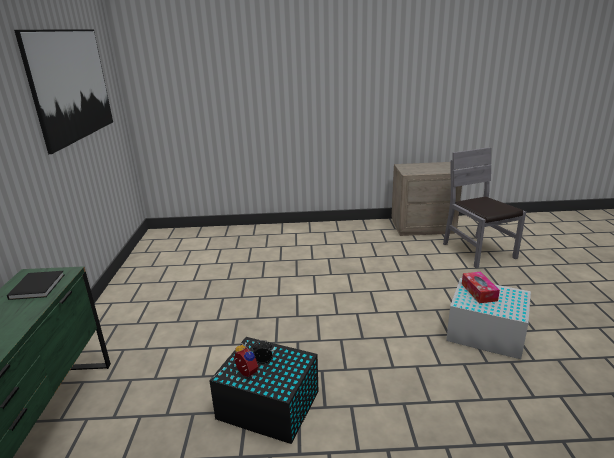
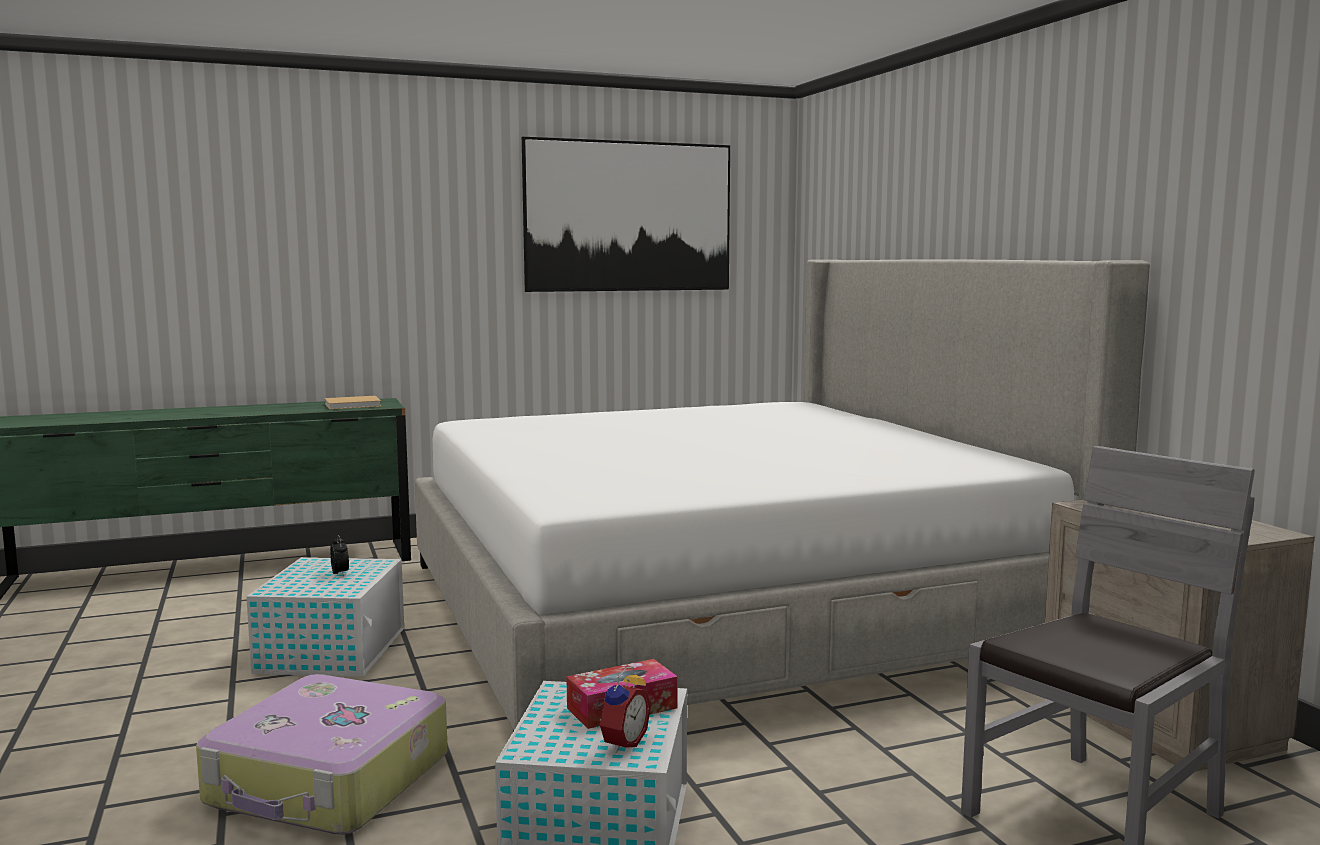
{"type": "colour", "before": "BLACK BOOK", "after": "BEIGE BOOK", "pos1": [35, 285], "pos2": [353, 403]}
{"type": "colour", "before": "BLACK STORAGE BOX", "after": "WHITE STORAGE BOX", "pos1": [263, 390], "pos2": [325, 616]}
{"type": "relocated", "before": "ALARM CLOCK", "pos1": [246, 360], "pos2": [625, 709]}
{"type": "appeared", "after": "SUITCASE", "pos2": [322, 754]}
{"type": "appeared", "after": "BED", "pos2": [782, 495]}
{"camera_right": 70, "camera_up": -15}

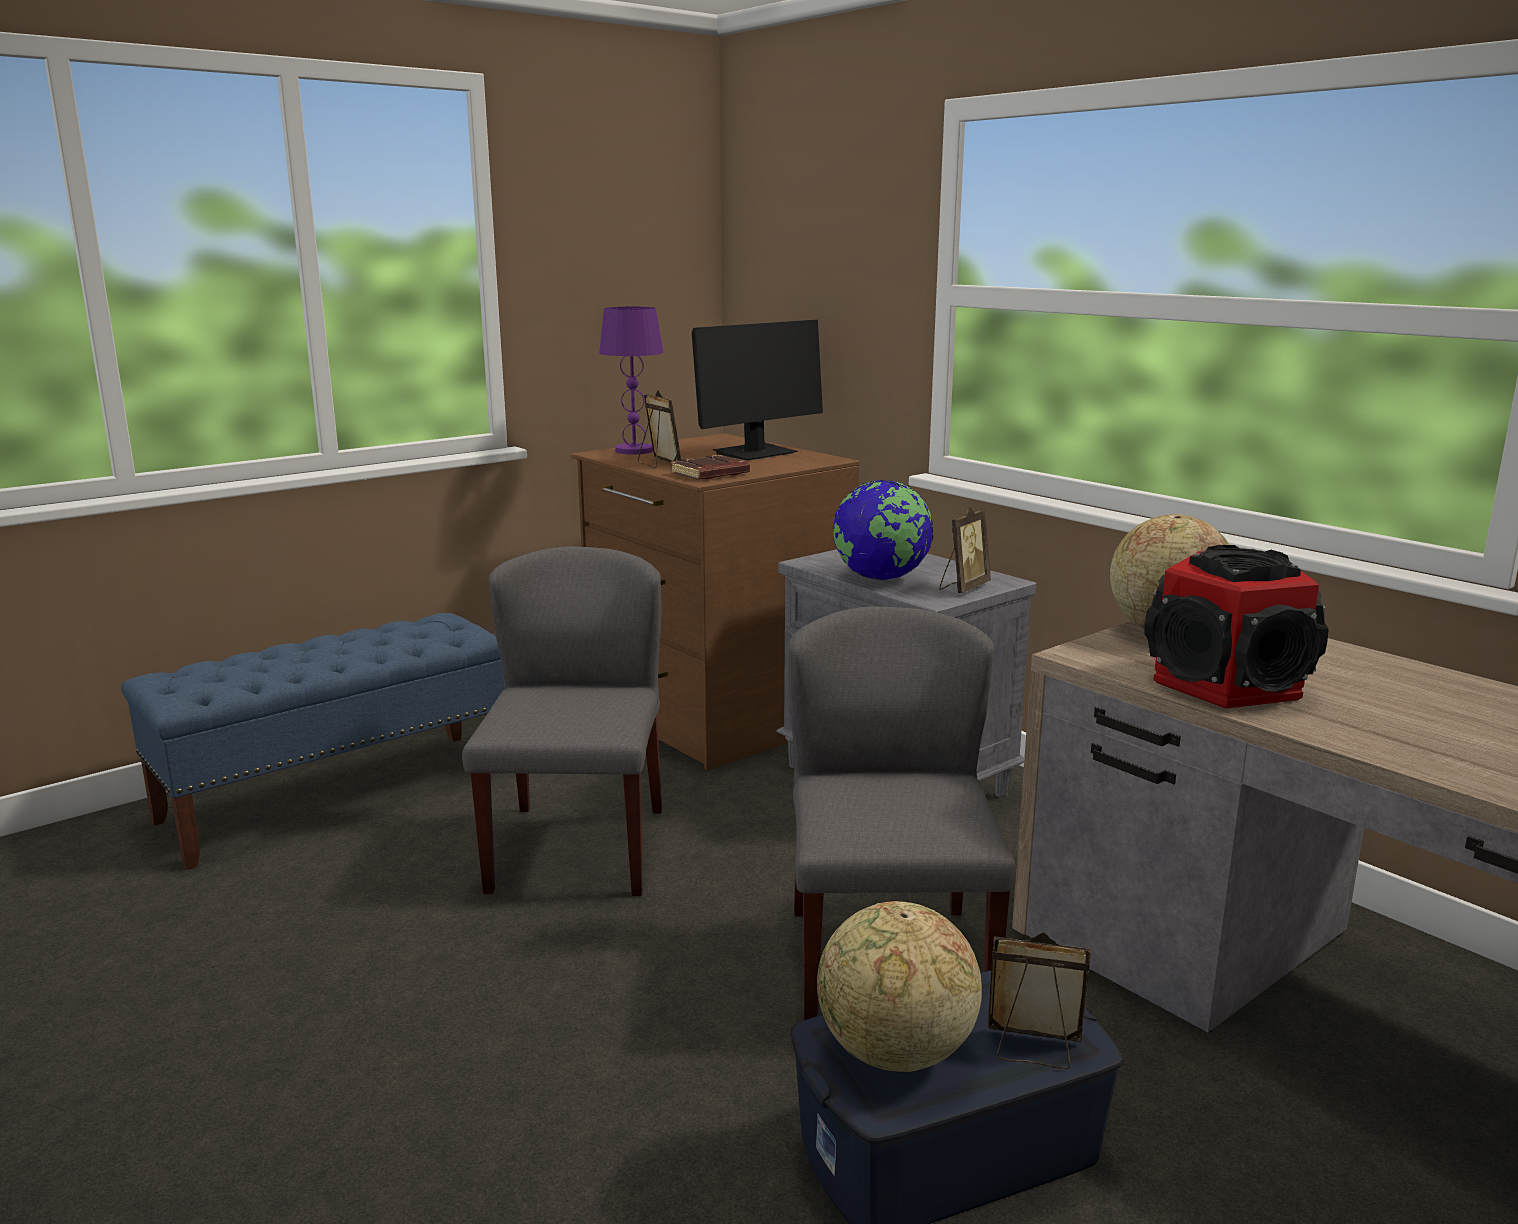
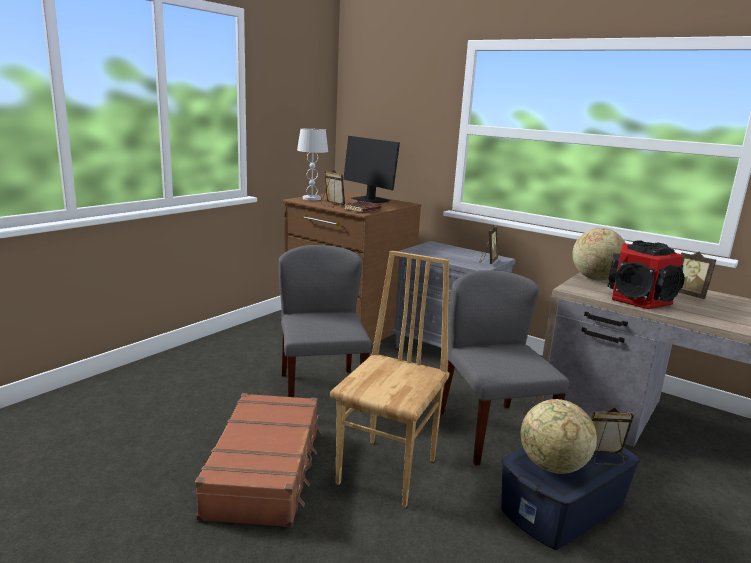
{"type": "missing", "before": "BLUE BENCH", "pos1": [313, 741]}
{"type": "colour", "before": "PURPLE TABLE LAMP", "after": "WHITE TABLE LAMP", "pos1": [631, 380], "pos2": [312, 164]}
{"type": "spun", "before": "MONITOR", "pos1": [757, 390], "pos2": [371, 169], "turn": 105}
{"type": "missing", "before": "GLOBE", "pos1": [883, 530]}
{"type": "appeared", "after": "BROWN SUITCASE", "pos2": [258, 460]}
{"type": "appeared", "after": "BROWN CHAIR", "pos2": [389, 379]}
{"type": "appeared", "after": "PICTURE FRAME", "pos2": [697, 275]}
{"camera_right": -15, "camera_up": 0}

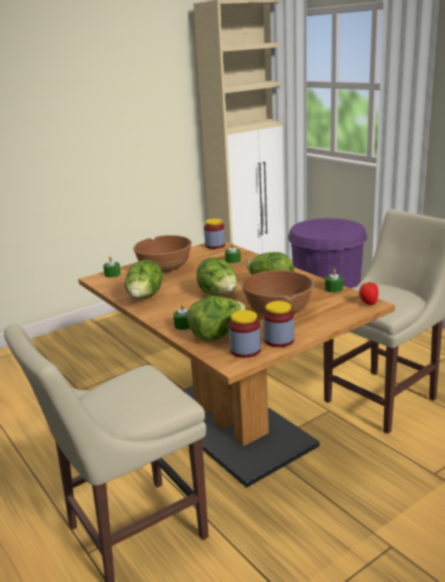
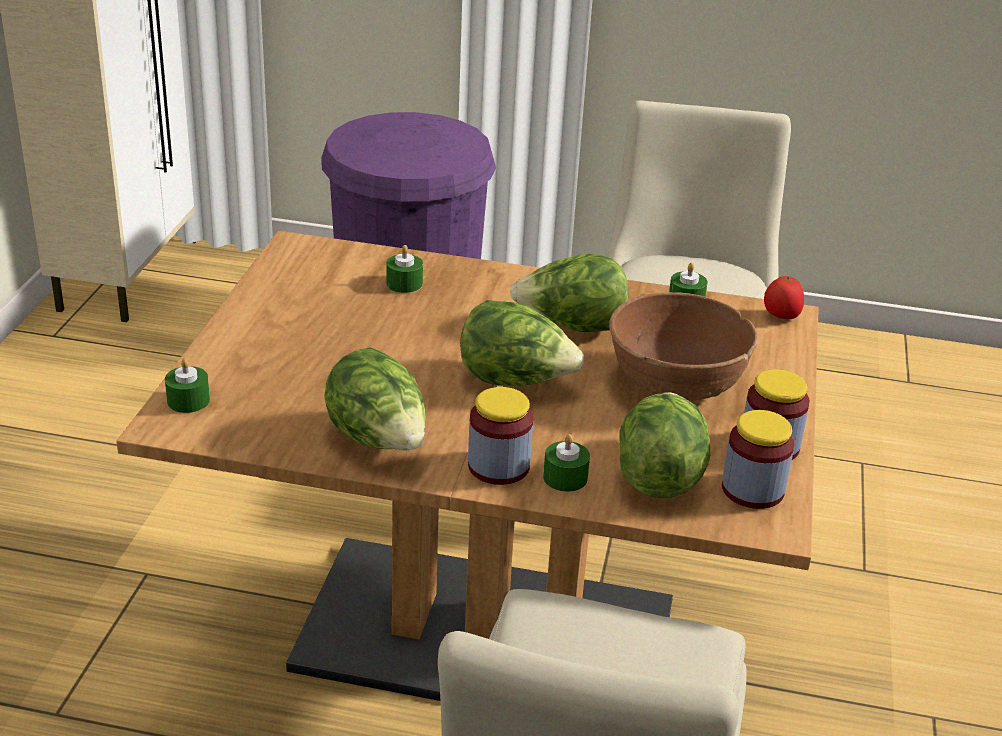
{"type": "missing", "before": "BROWN BOWL", "pos1": [162, 254]}
{"type": "relocated", "before": "JAR", "pos1": [214, 233], "pos2": [500, 436]}
{"camera_right": -45, "camera_up": 10}

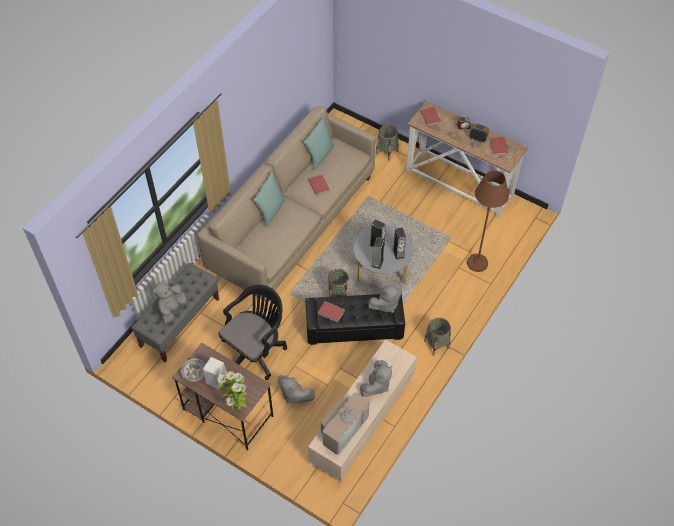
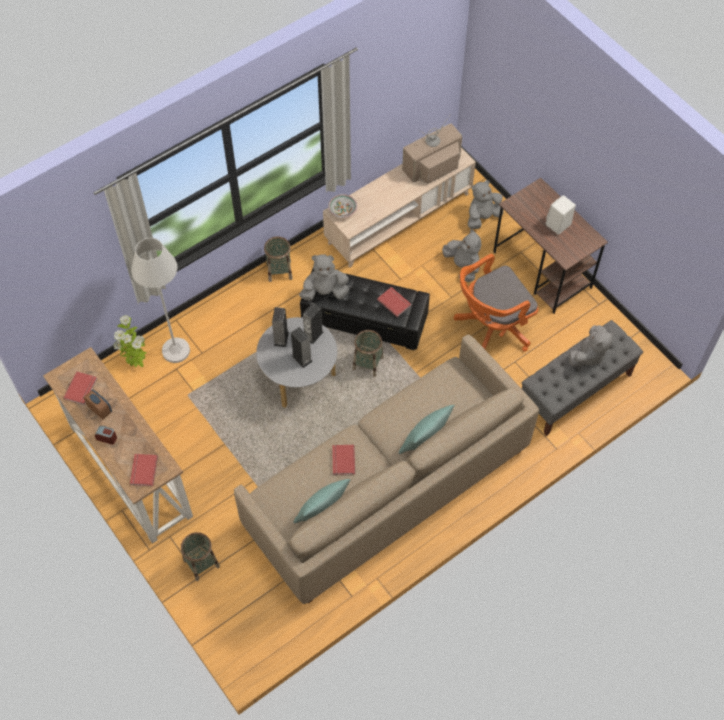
{"type": "relocated", "before": "BOWL", "pos1": [193, 369], "pos2": [342, 206]}
{"type": "relocated", "before": "POTTED PLANT", "pos1": [232, 390], "pos2": [129, 341]}
{"type": "colour", "before": "BLACK OFFICE CHAIR", "after": "ORANGE OFFICE CHAIR", "pos1": [253, 332], "pos2": [496, 303]}
{"type": "relocated", "before": "GREY PLUSH TOY", "pos1": [376, 378], "pos2": [485, 204]}
{"type": "colour", "before": "BROWN FLOOR LAMP", "after": "WHITE FLOOR LAMP", "pos1": [488, 221], "pos2": [160, 300]}
{"camera_right": -160, "camera_up": 5}

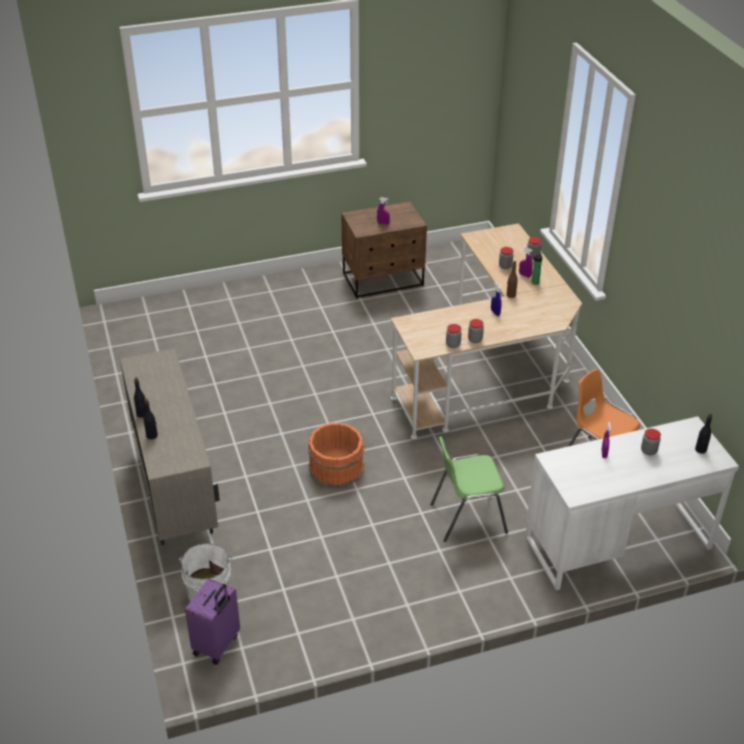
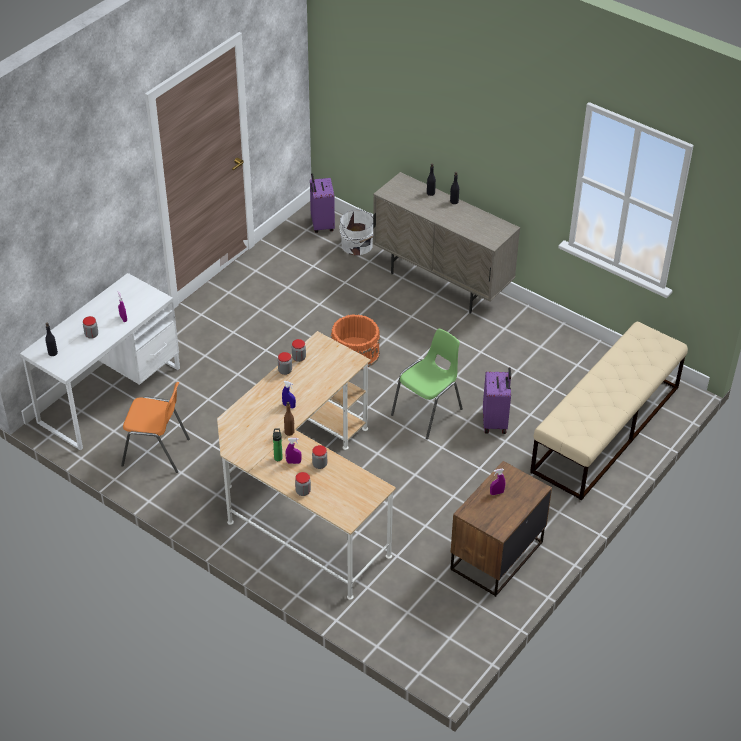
{"type": "relocated", "before": "GREEN CHAIR", "pos1": [469, 489], "pos2": [427, 384]}
{"type": "appeared", "after": "PURPLE SUITCASE", "pos2": [497, 400]}
{"type": "appeared", "after": "BEIGE BENCH", "pos2": [609, 411]}
{"camera_right": 145, "camera_up": 5}

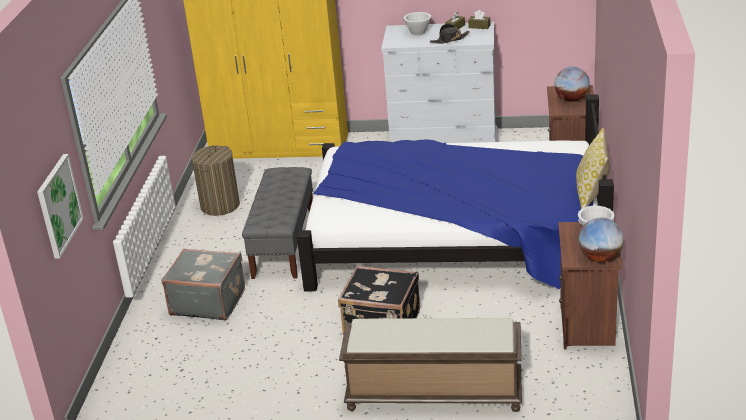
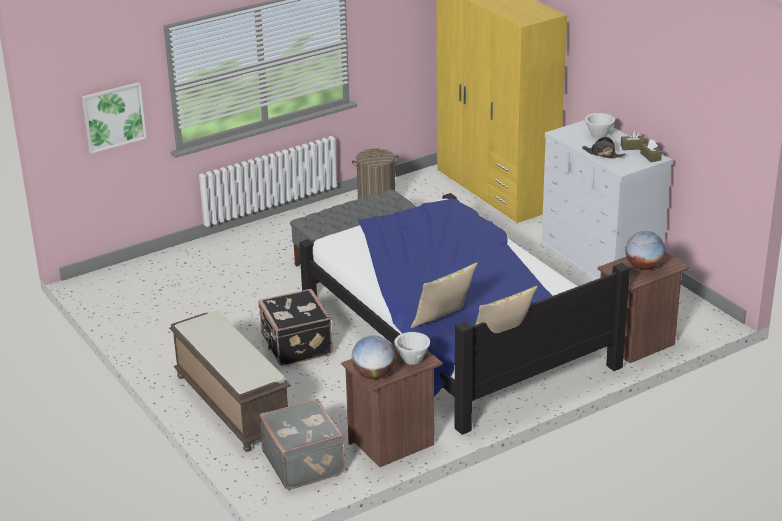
{"type": "relocated", "before": "GREY SUITCASE", "pos1": [203, 284], "pos2": [302, 444]}
{"type": "appeared", "after": "PILLOW", "pos2": [444, 295]}
{"camera_right": 50, "camera_up": 0}

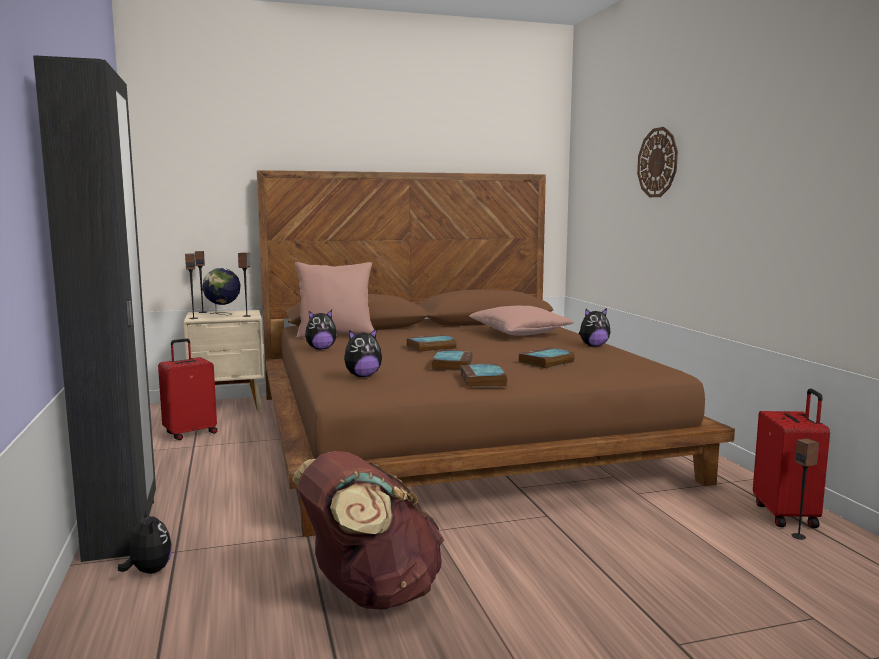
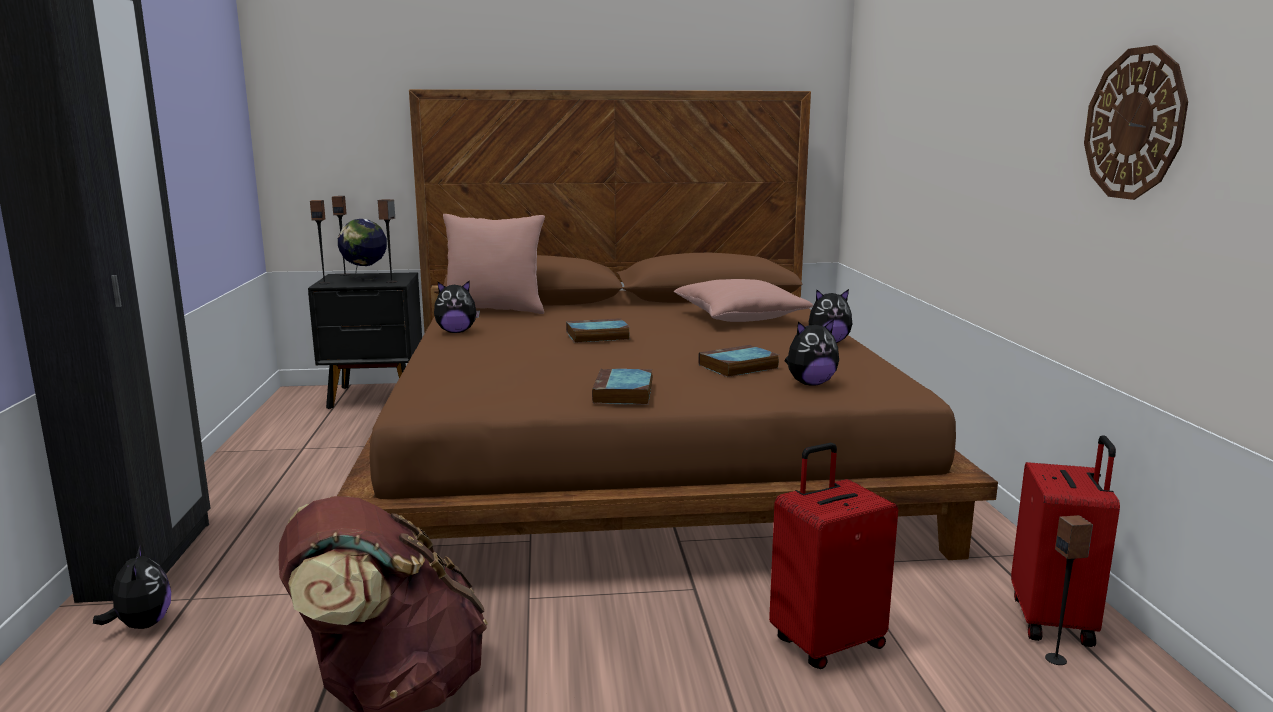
{"type": "relocated", "before": "RED SUITCASE", "pos1": [187, 389], "pos2": [833, 556]}
{"type": "colour", "before": "BEIGE NIGHTSTAND", "after": "BLACK NIGHTSTAND", "pos1": [224, 361], "pos2": [365, 340]}
{"type": "relocated", "before": "PLUSH TOY", "pos1": [363, 352], "pos2": [812, 352]}
{"type": "missing", "before": "BOOK", "pos1": [451, 360]}
{"type": "relocated", "before": "WALL CLOCK", "pos1": [657, 162], "pos2": [1136, 122]}
{"camera_right": 10, "camera_up": 5}

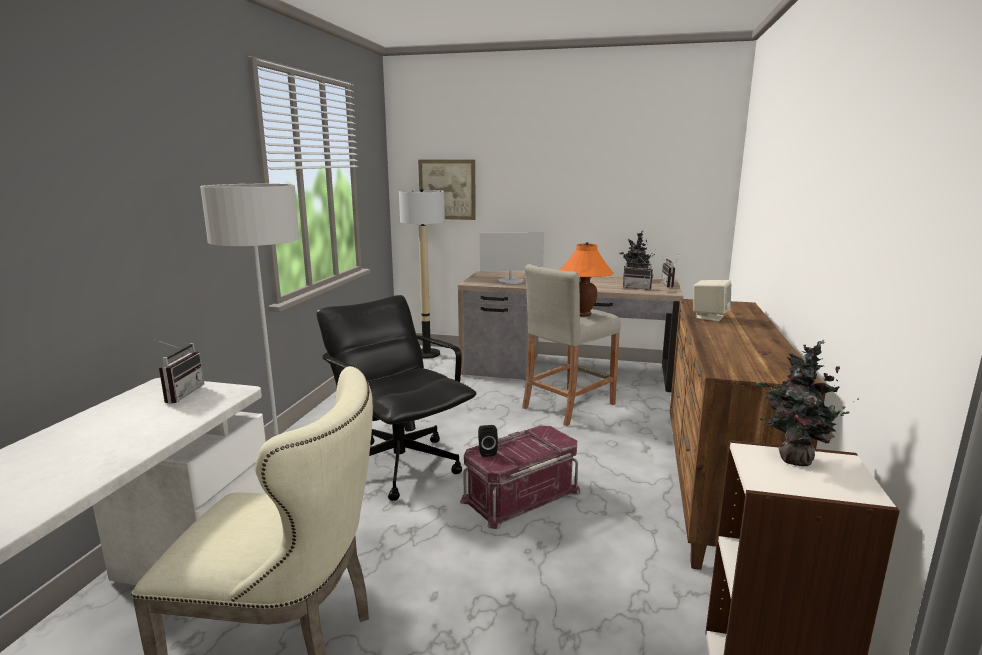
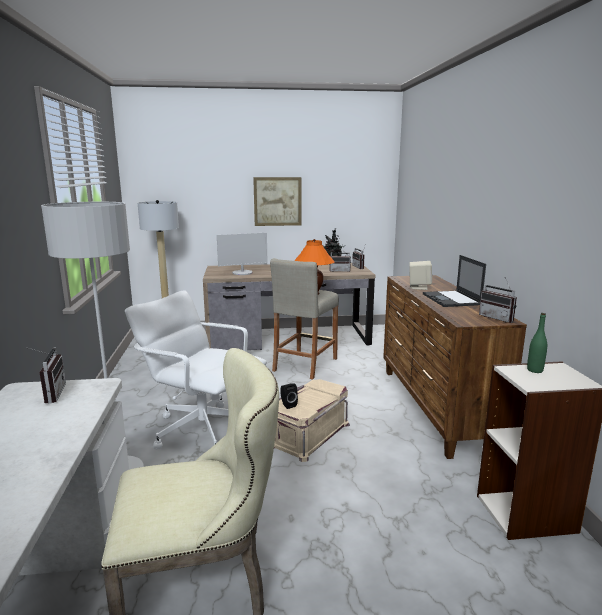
{"type": "colour", "before": "BLACK OFFICE CHAIR", "after": "WHITE OFFICE CHAIR", "pos1": [396, 398], "pos2": [196, 370]}
{"type": "relocated", "before": "PICTURE", "pos1": [447, 190], "pos2": [277, 201]}
{"type": "colour", "before": "RED STORAGE BOX", "after": "BEIGE STORAGE BOX", "pos1": [520, 477], "pos2": [312, 420]}
{"type": "exchanged", "before": "POTTED PLANT", "after": "GREEN BOTTLE", "pos1": [807, 403], "pos2": [537, 343]}
{"type": "appeared", "after": "LAPTOP", "pos2": [454, 281]}
{"type": "appeared", "after": "RADIO", "pos2": [498, 300]}
{"camera_right": -20, "camera_up": 0}

